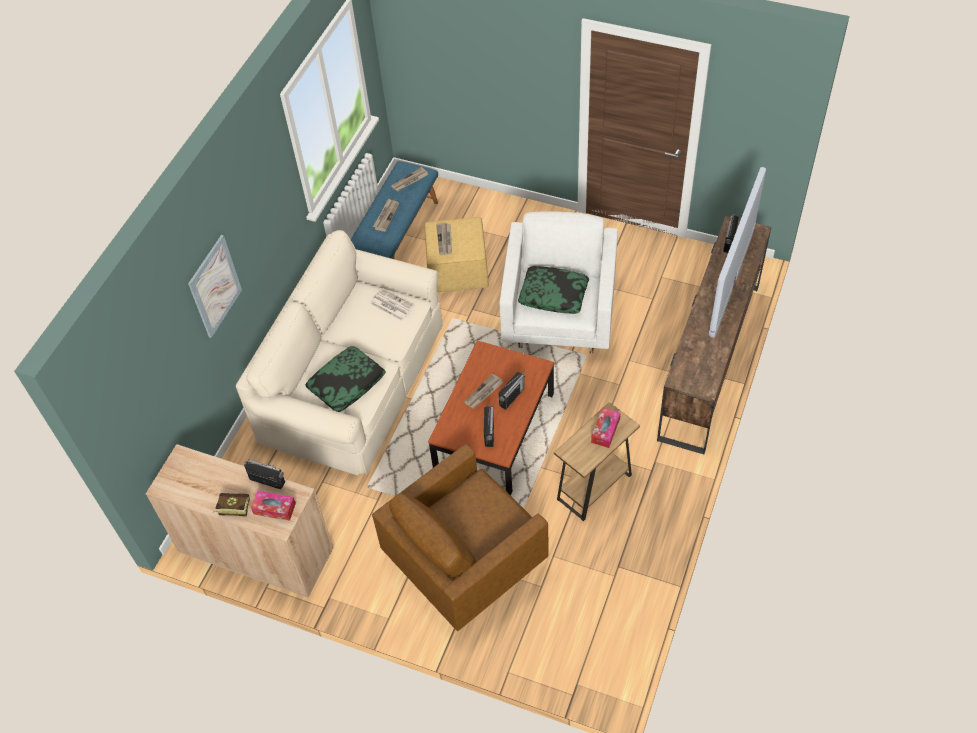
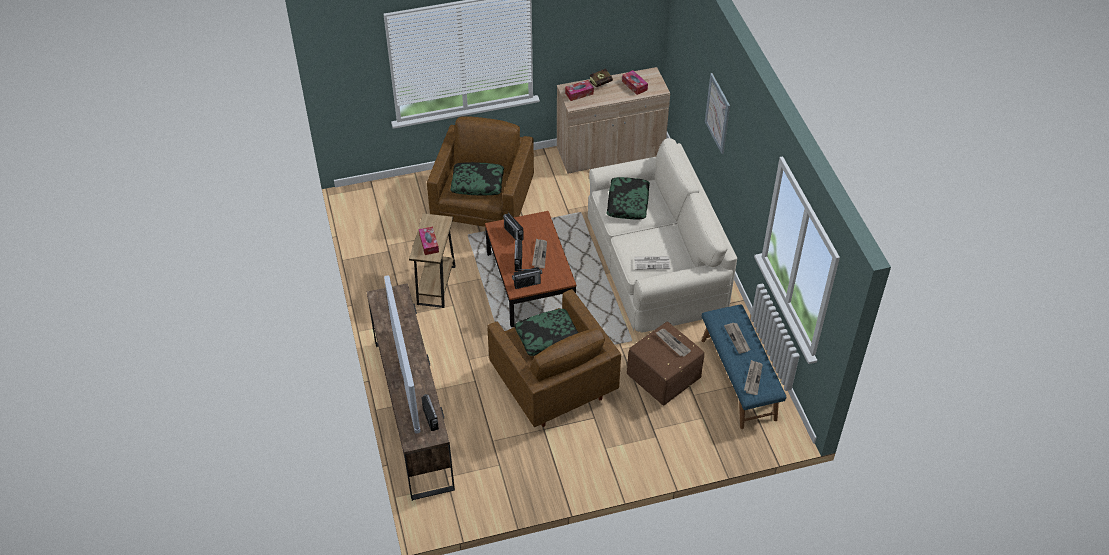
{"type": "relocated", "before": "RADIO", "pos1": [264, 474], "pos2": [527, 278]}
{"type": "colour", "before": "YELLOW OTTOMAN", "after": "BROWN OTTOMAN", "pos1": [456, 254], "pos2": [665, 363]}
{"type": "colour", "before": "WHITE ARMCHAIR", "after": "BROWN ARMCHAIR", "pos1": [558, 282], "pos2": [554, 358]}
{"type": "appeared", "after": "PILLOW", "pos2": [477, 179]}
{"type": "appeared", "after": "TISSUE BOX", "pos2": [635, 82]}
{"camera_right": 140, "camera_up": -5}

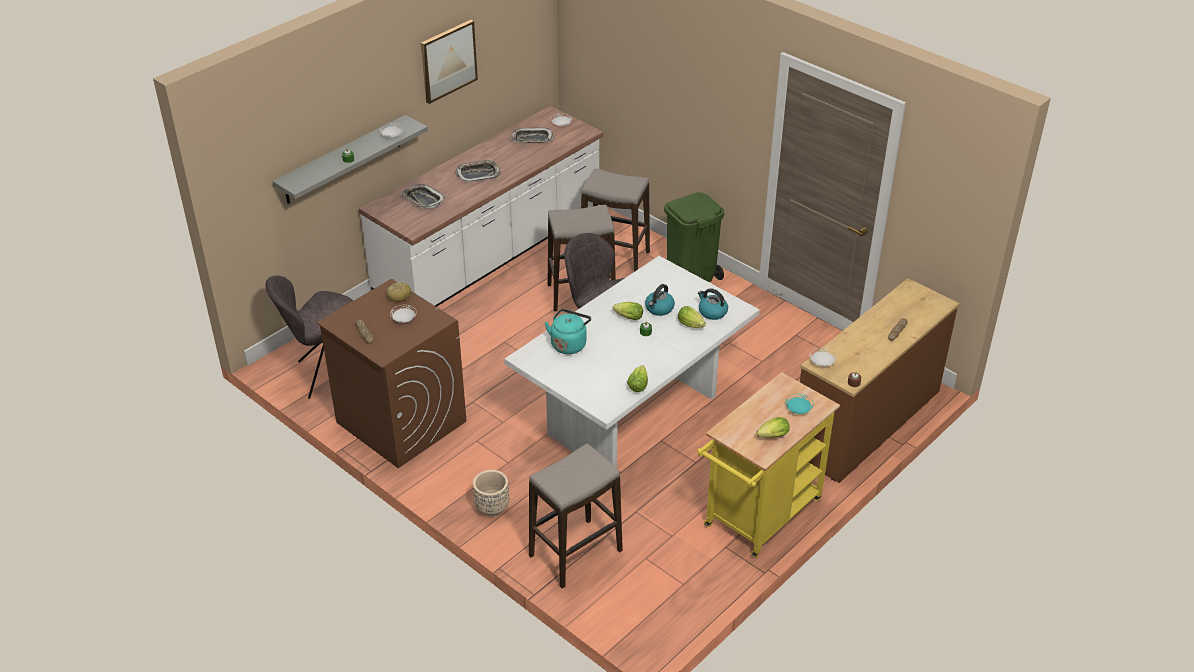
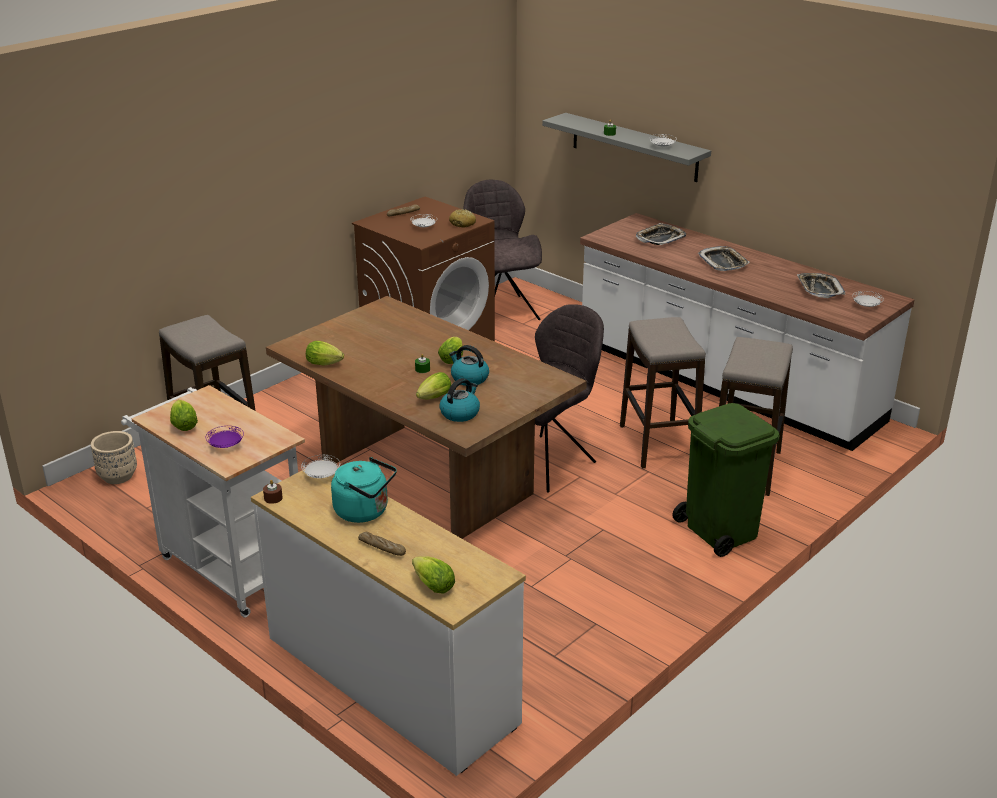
{"type": "missing", "before": "PICTURE", "pos1": [449, 62]}
{"type": "relocated", "before": "BEIGE PLANTER", "pos1": [491, 493], "pos2": [114, 457]}
{"type": "colour", "before": "WHITE DINING TABLE", "after": "BROWN DINING TABLE", "pos1": [632, 362], "pos2": [426, 417]}
{"type": "relocated", "before": "TURQUOISE KETTLE", "pos1": [568, 331], "pos2": [364, 490]}
{"type": "colour", "before": "YELLOW CART", "after": "WHITE CART", "pos1": [768, 465], "pos2": [213, 501]}
{"type": "colour", "before": "TURQUOISE PLATE", "after": "PURPLE PLATE", "pos1": [799, 404], "pos2": [224, 437]}
{"type": "colour", "before": "BROWN DRESSER", "after": "WHITE DRESSER", "pos1": [880, 380], "pos2": [388, 622]}
{"type": "appeared", "after": "LETTUCE", "pos2": [433, 575]}
{"camera_right": 90, "camera_up": -10}

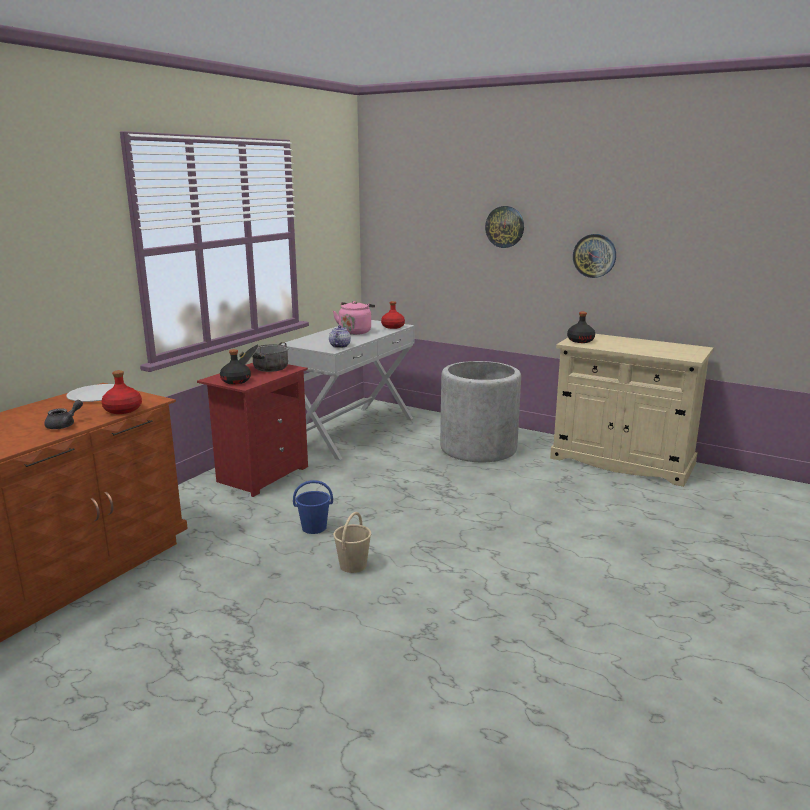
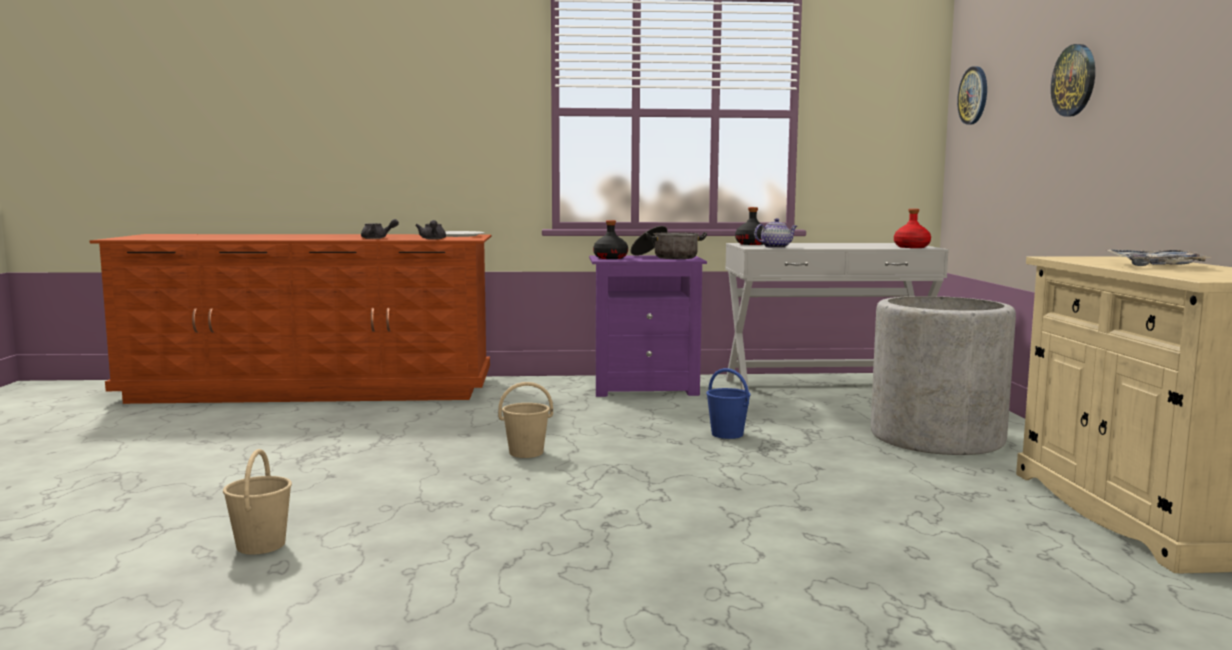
{"type": "exchanged", "before": "RED BOTTLE", "after": "GREY TEAPOT", "pos1": [121, 392], "pos2": [430, 229]}
{"type": "colour", "before": "RED NIGHTSTAND", "after": "PURPLE NIGHTSTAND", "pos1": [252, 430], "pos2": [648, 326]}
{"type": "relocated", "before": "BLUE BUCKET", "pos1": [313, 507], "pos2": [728, 403]}
{"type": "missing", "before": "PINK KETTLE", "pos1": [354, 318]}
{"type": "relocated", "before": "BLACK BOTTLE", "pos1": [581, 327], "pos2": [749, 226]}
{"type": "relocated", "before": "WALL CLOCK", "pos1": [594, 256], "pos2": [972, 95]}
{"type": "appeared", "after": "BEIGE BUCKET", "pos2": [257, 502]}
{"type": "appeared", "after": "TRAY", "pos2": [1159, 257]}
{"camera_right": 55, "camera_up": -10}

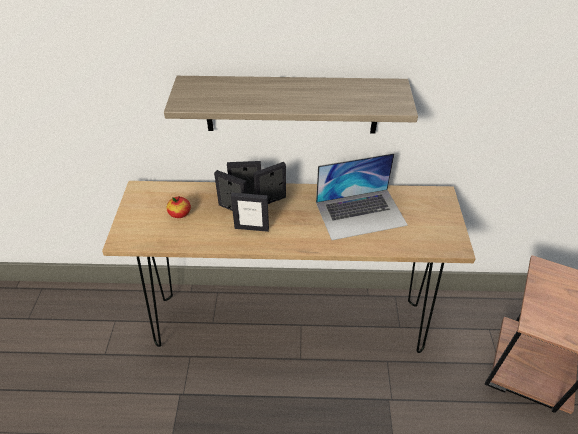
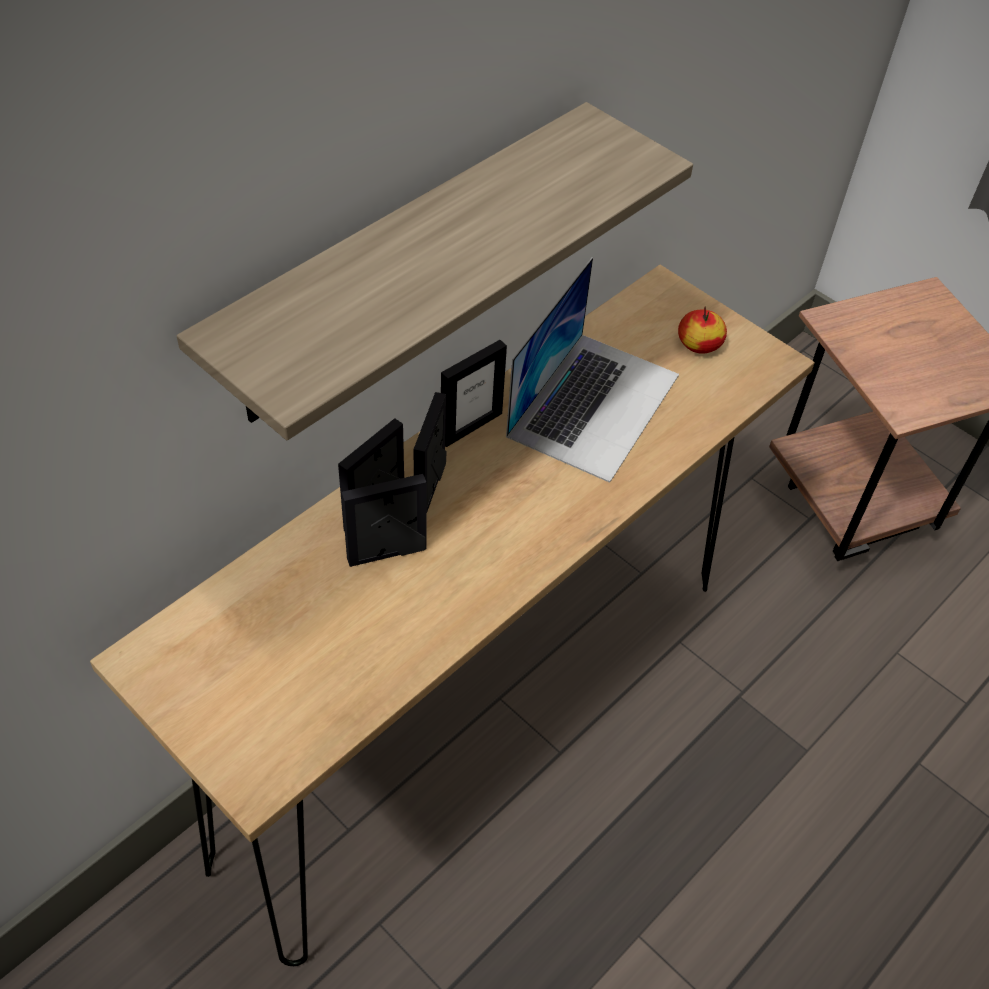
{"type": "relocated", "before": "APPLE", "pos1": [179, 207], "pos2": [702, 330]}
{"type": "relocated", "before": "PICTURE FRAME", "pos1": [250, 212], "pos2": [474, 393]}
{"camera_right": -50, "camera_up": 5}

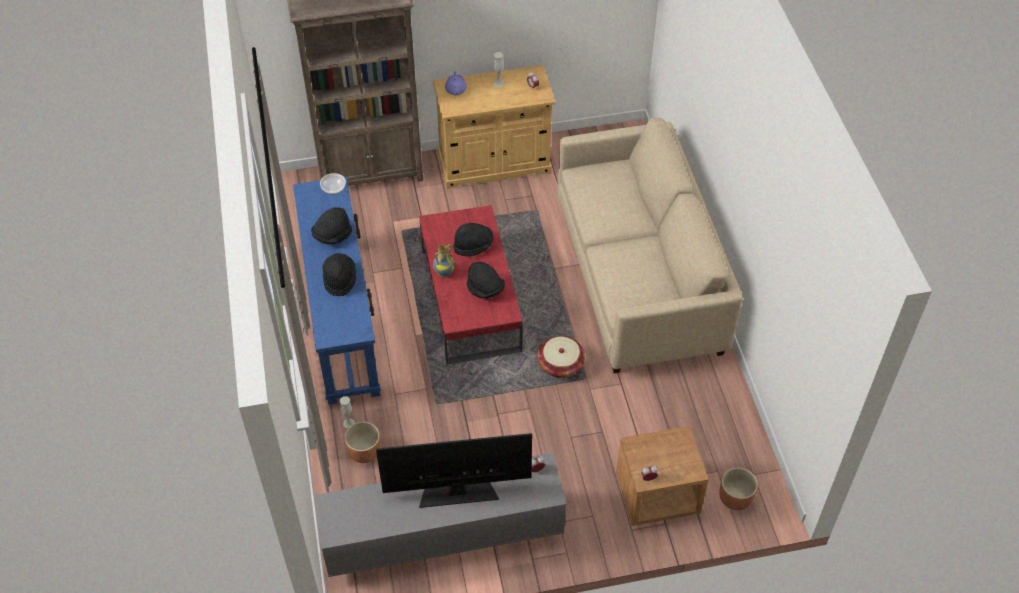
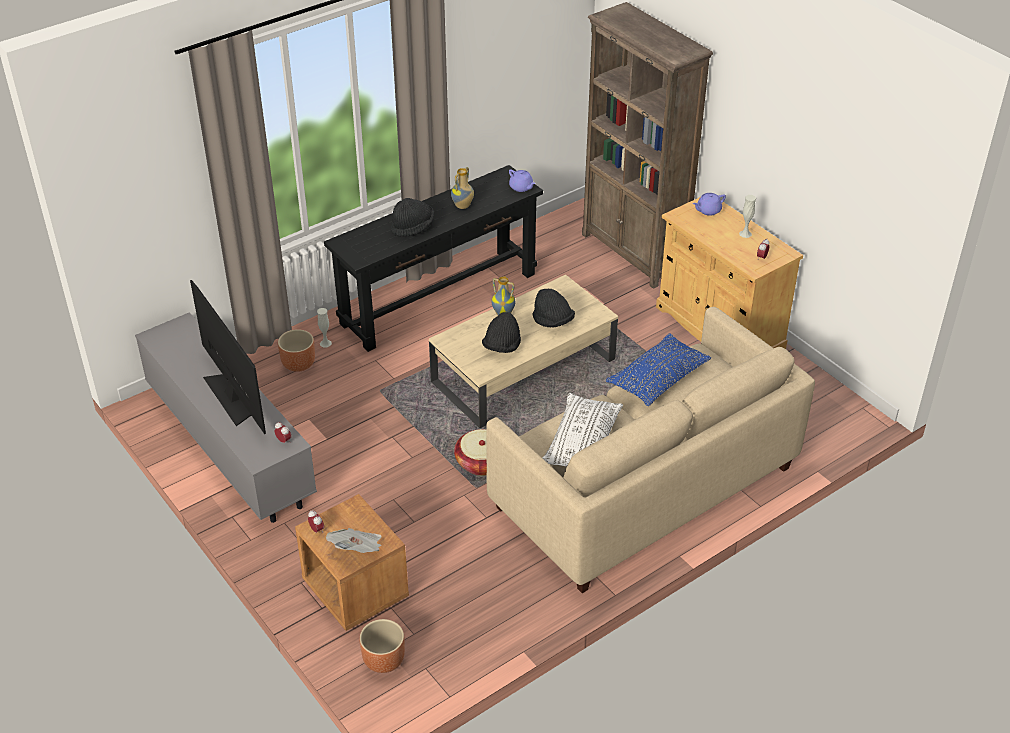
{"type": "colour", "before": "BLUE CONSOLE TABLE", "after": "BLACK CONSOLE TABLE", "pos1": [337, 290], "pos2": [433, 258]}
{"type": "exchanged", "before": "BLACK HAT", "after": "VASE", "pos1": [331, 226], "pos2": [462, 188]}
{"type": "exchanged", "before": "BOWL", "after": "PURPLE TEAPOT", "pos1": [333, 183], "pos2": [522, 180]}
{"type": "colour", "before": "RED COFFEE TABLE", "after": "BEIGE COFFEE TABLE", "pos1": [471, 284], "pos2": [523, 351]}
{"type": "appeared", "after": "NEWSPAPER", "pos2": [354, 540]}
{"type": "appeared", "after": "WHITE PILLOW", "pos2": [583, 430]}
{"type": "appeared", "after": "BLUE PILLOW", "pos2": [658, 369]}
{"camera_right": 65, "camera_up": -10}

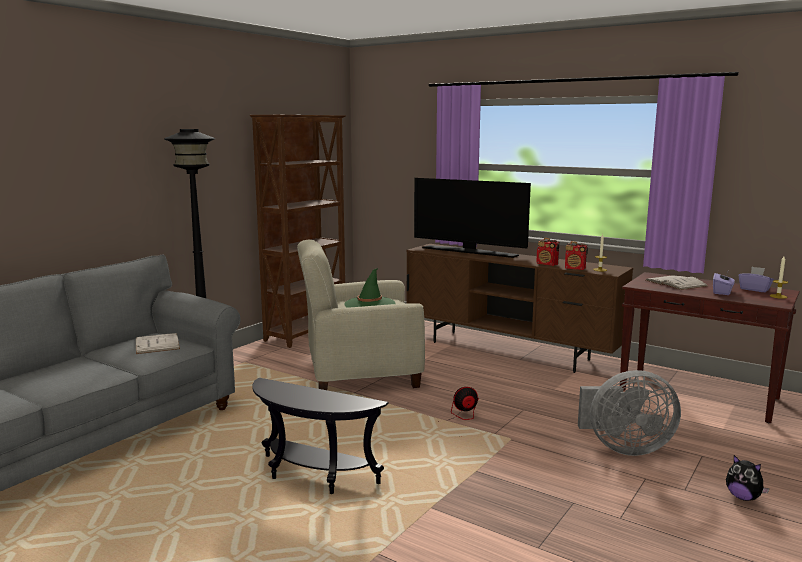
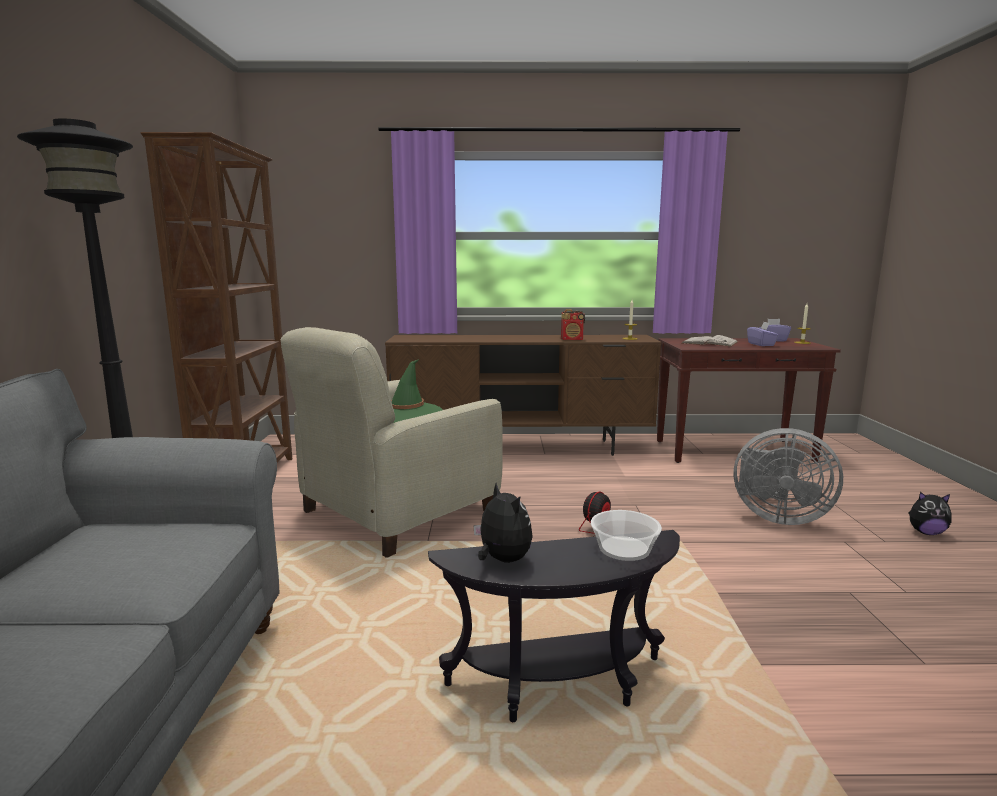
{"type": "missing", "before": "WHITE BOOK", "pos1": [158, 343]}
{"type": "missing", "before": "TELEVISION", "pos1": [472, 218]}
{"type": "missing", "before": "RADIO", "pos1": [576, 255]}
{"type": "spun", "before": "GREY FAN", "pos1": [629, 413], "pos2": [788, 476], "turn": 60}
{"type": "appeared", "after": "PLUSH TOY", "pos2": [503, 523]}
{"type": "appeared", "after": "BOWL", "pos2": [626, 535]}
{"camera_right": -35, "camera_up": 0}

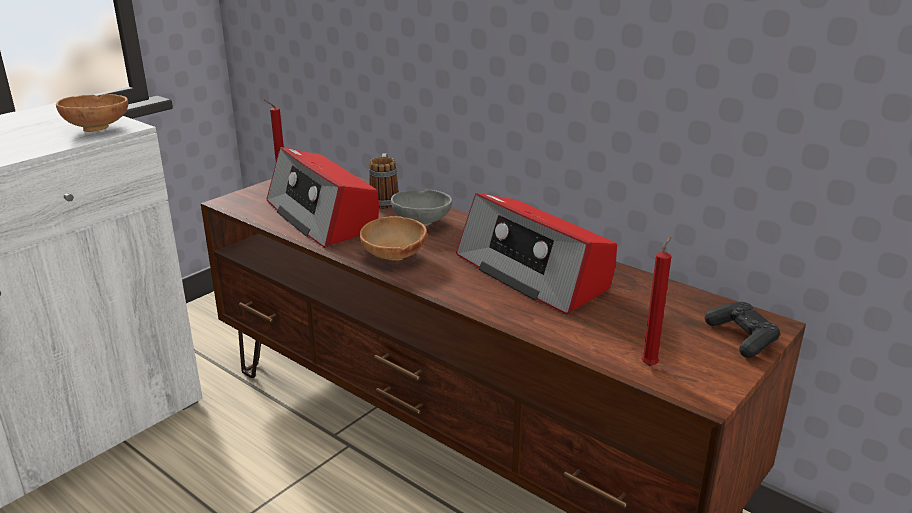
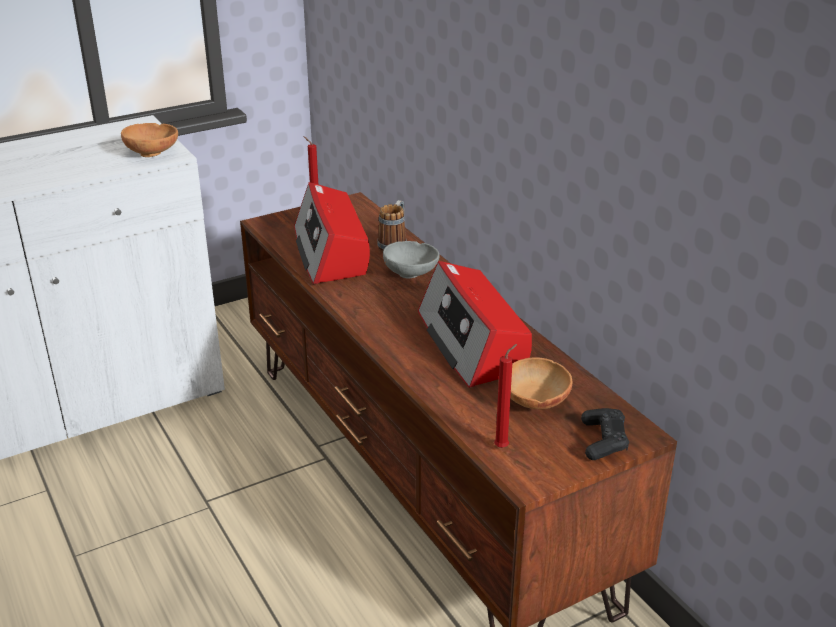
{"type": "relocated", "before": "BROWN BOWL", "pos1": [393, 238], "pos2": [541, 383]}
{"camera_right": 20, "camera_up": 5}

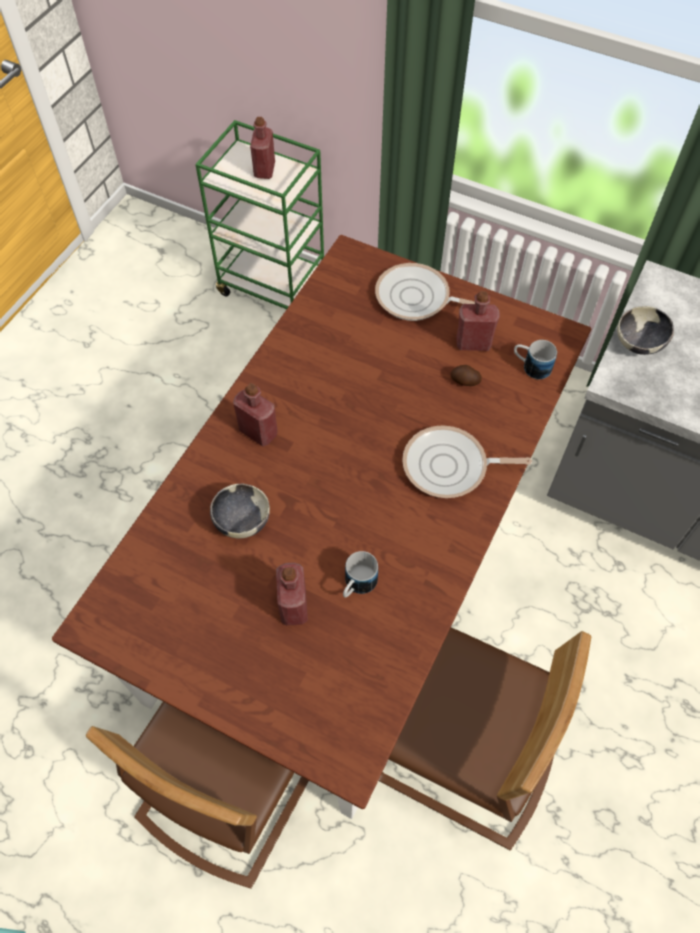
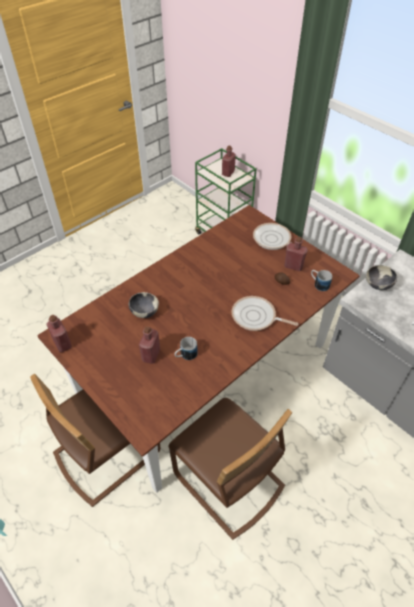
{"type": "relocated", "before": "RED BOTTLE", "pos1": [255, 415], "pos2": [59, 333]}
{"camera_right": 20, "camera_up": -10}

